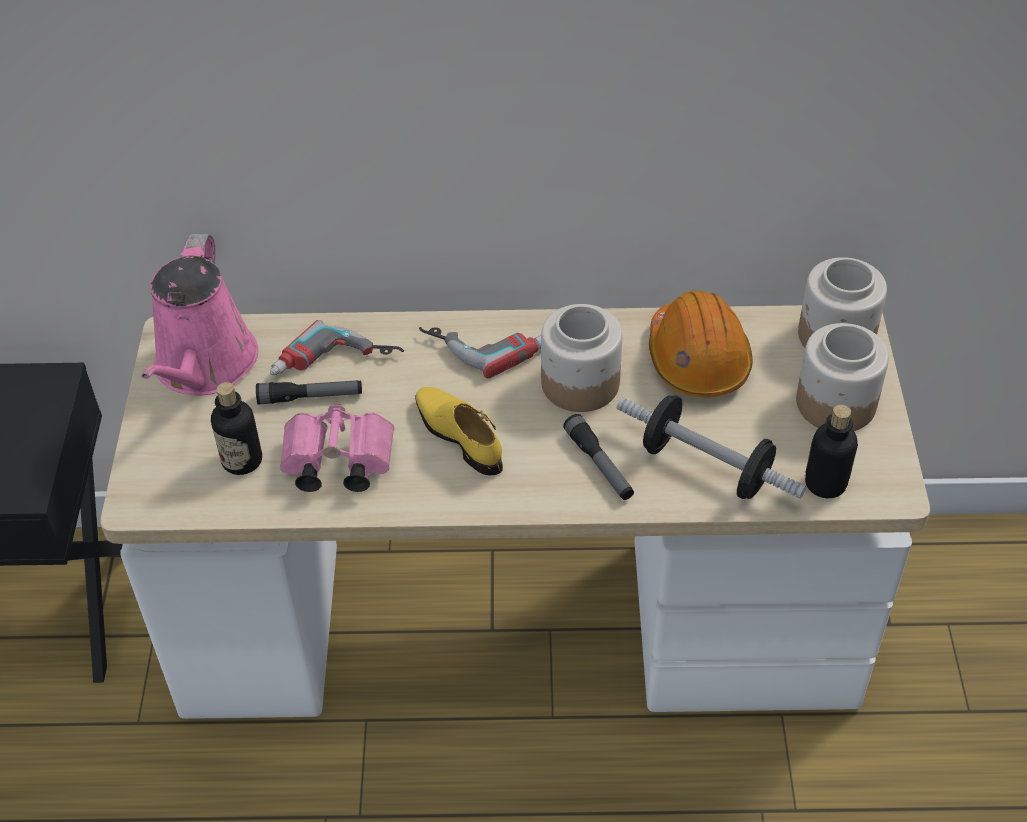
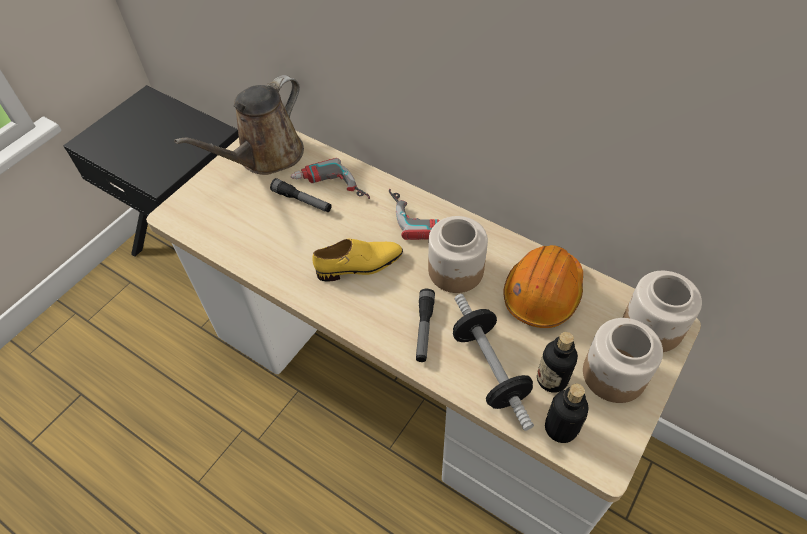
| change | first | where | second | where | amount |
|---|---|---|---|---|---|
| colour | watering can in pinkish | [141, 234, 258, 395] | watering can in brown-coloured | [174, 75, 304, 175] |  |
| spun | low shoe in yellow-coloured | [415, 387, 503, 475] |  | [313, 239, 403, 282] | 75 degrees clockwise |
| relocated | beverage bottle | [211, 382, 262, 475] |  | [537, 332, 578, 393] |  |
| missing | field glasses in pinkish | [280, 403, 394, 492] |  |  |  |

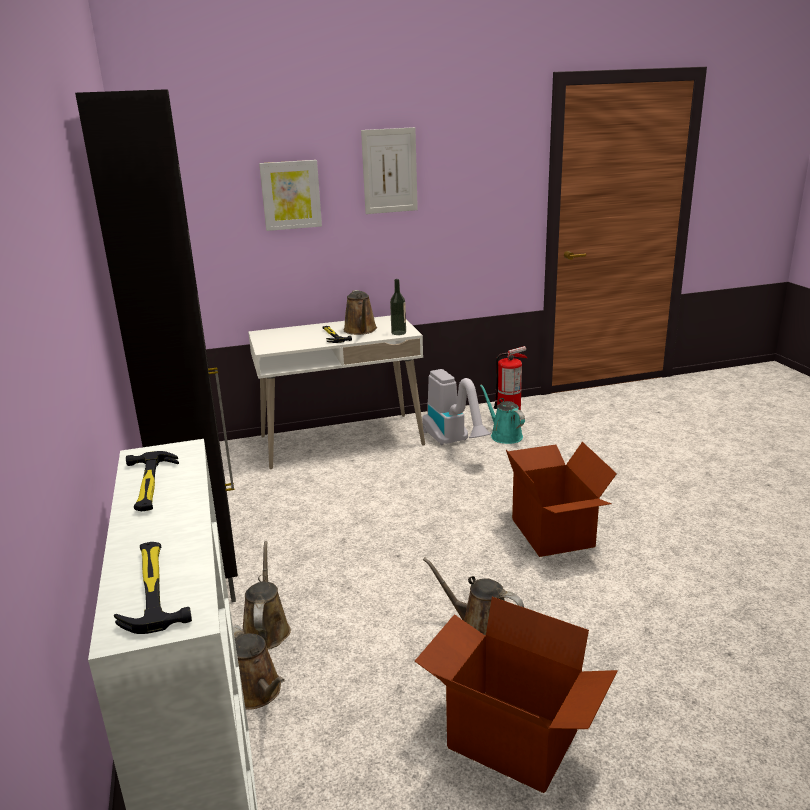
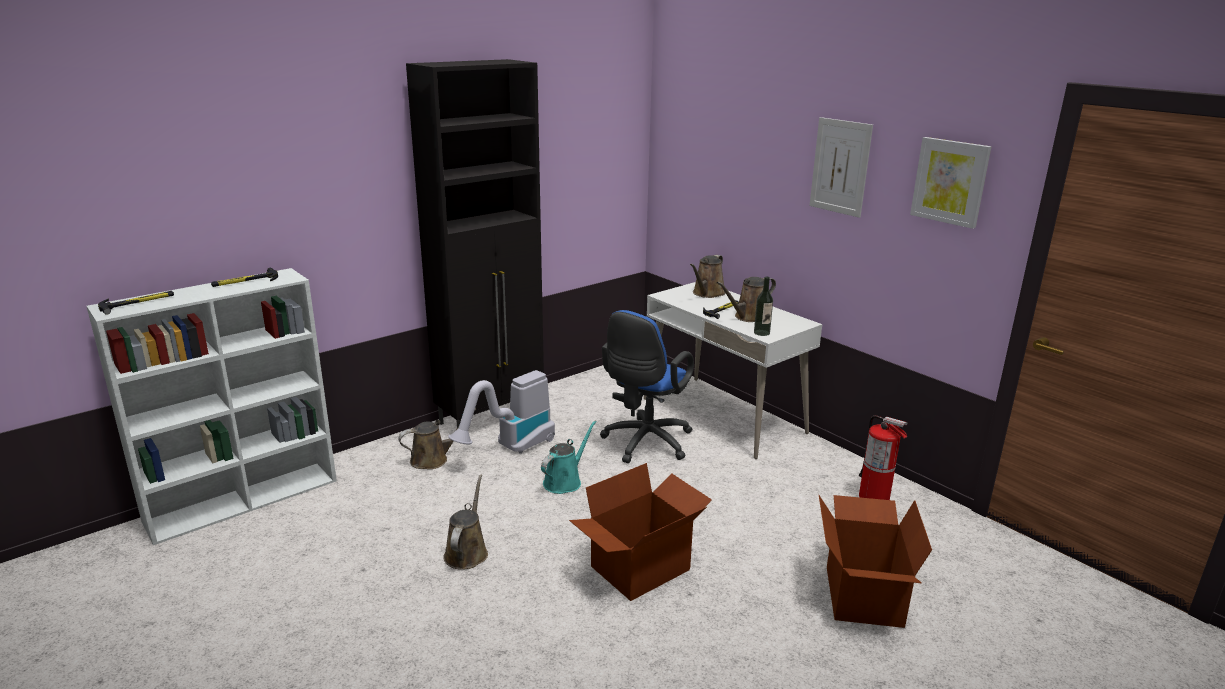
| change | first | where | second | where | amount |
|---|---|---|---|---|---|
| relocated | vacuum | [422, 369, 491, 446] |  | [448, 370, 555, 454] |  |
| relocated | watering can in turquoise-coloured | [480, 384, 525, 444] |  | [541, 420, 597, 494] |  |
| appeared |  |  | office chair in blue | [600, 310, 694, 463] |  |
| relocated | watering can in brown-coloured | [233, 625, 285, 710] |  | [690, 255, 726, 298] |  |
| relocated | packing box | [415, 597, 618, 793] |  | [819, 495, 932, 628] |  |
| relocated | wall art | [259, 160, 322, 231] |  | [910, 137, 991, 229] |  |

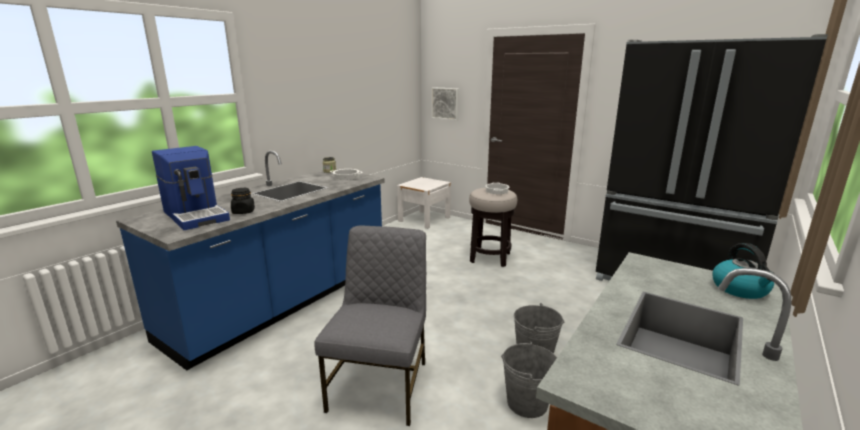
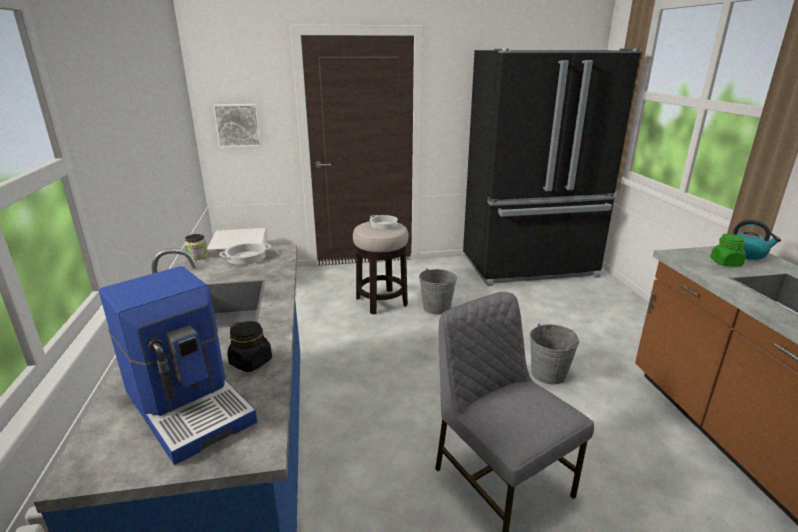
| change | first | where | second | where | amount |
|---|---|---|---|---|---|
| spun | coffee machine | [152, 146, 230, 230] |  | [98, 266, 257, 465] | 45 degrees clockwise |
| relocated | pail in grey | [501, 341, 557, 418] |  | [419, 268, 457, 314] |  |
| appeared |  |  | preserve jar in green | [710, 234, 746, 267] |  |

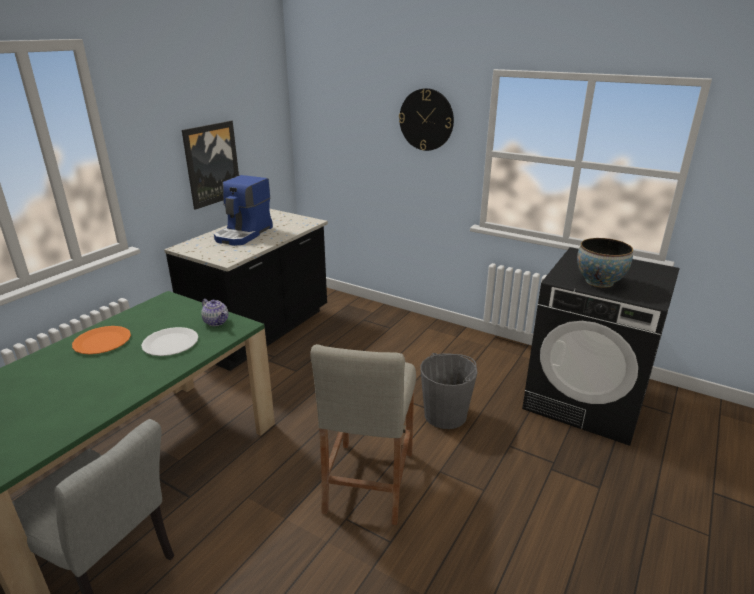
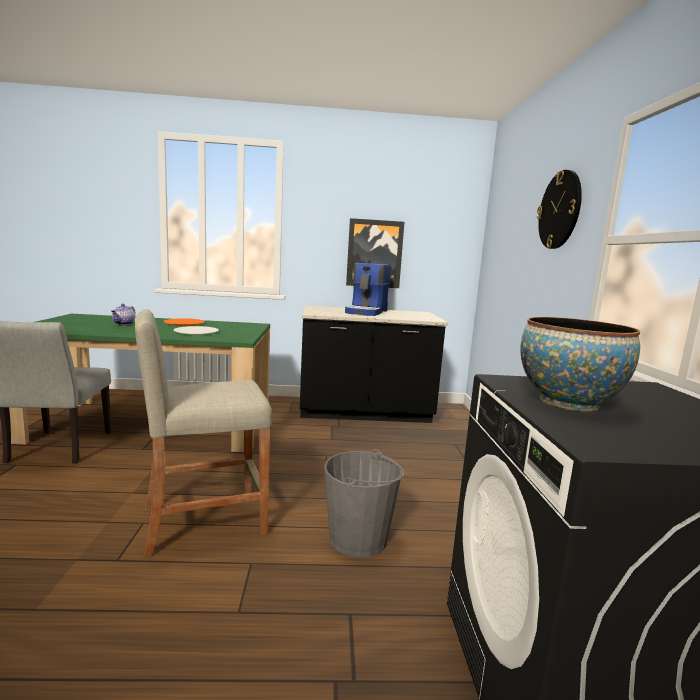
| change | first | where | second | where | amount |
|---|---|---|---|---|---|
| relocated | teapot | [201, 299, 228, 326] |  | [111, 304, 135, 325] |  |
| spun | coffee machine | [214, 175, 273, 246] |  | [345, 263, 390, 316] | 60 degrees counterclockwise |

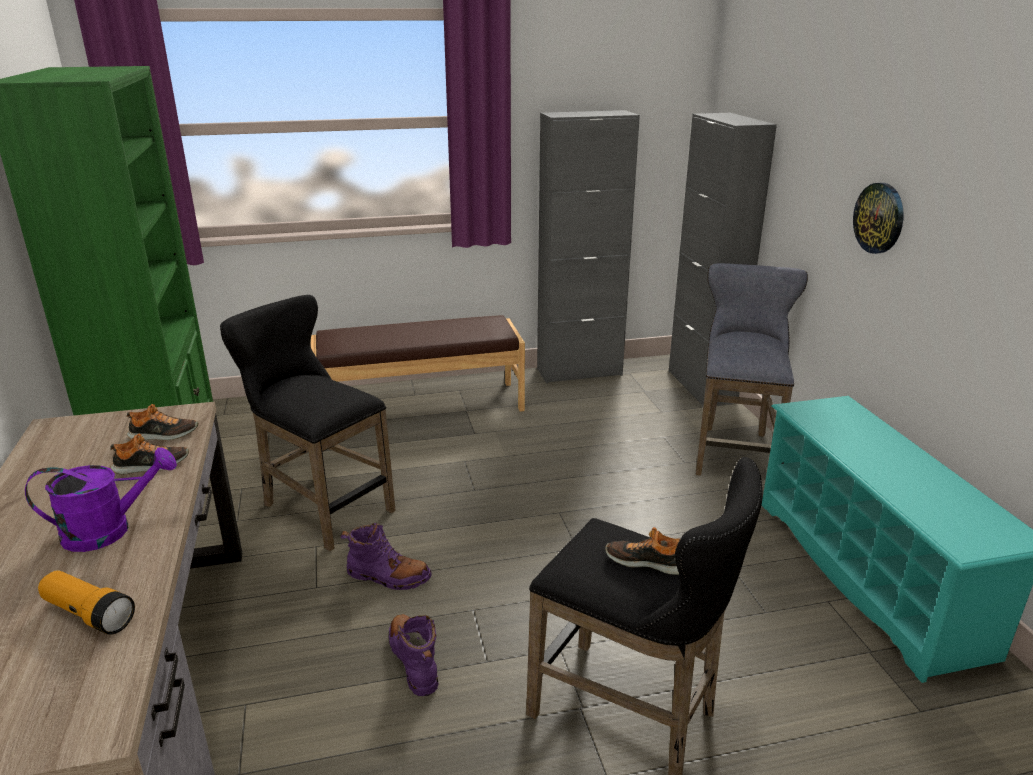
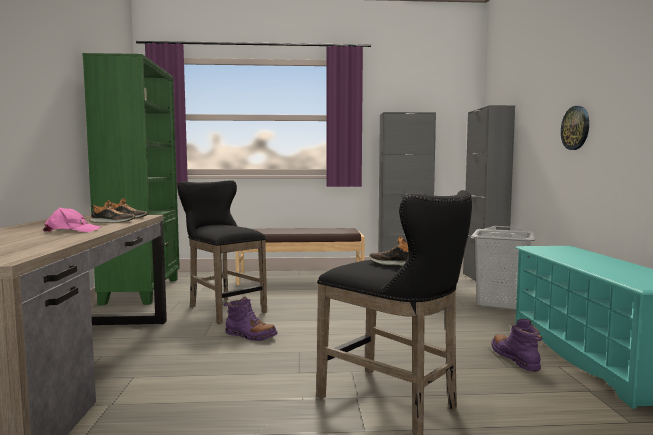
| change | first | where | second | where | amount |
|---|---|---|---|---|---|
| exchanged | watering can in purple | [25, 447, 177, 552] | baseball cap in pinkish | [43, 207, 101, 232] |  |
| exchanged | stool seat in grey | [696, 263, 808, 476] | laundry basket in grey | [471, 226, 535, 310] |  |
| relocated | boot in purple | [389, 614, 439, 696] |  | [491, 319, 543, 372] |  |
| missing | hand torch | [38, 570, 135, 634] |  |  |  |

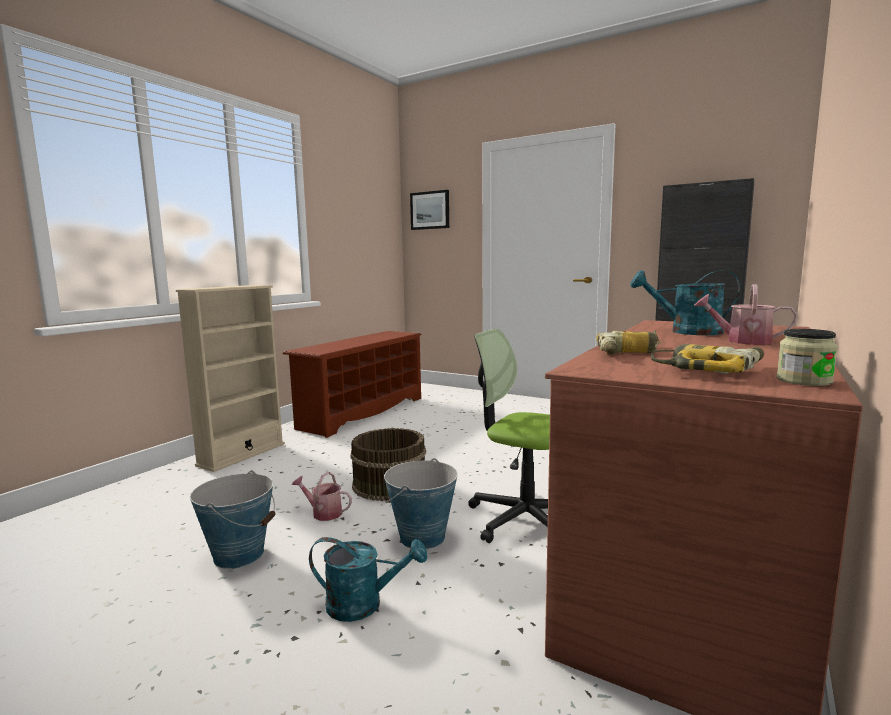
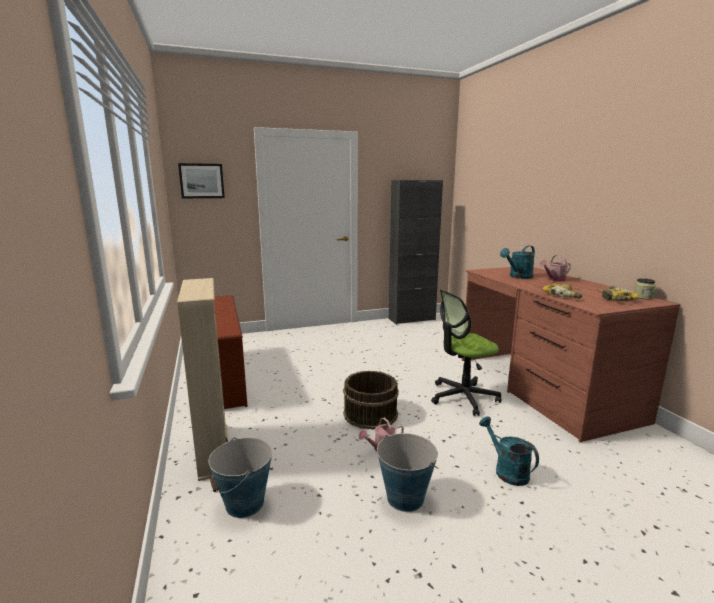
| change | first | where | second | where | amount |
|---|---|---|---|---|---|
| relocated | pail | [384, 458, 458, 549] |  | [208, 437, 272, 518] |  |
| spun | watering can in turquoise-coloured | [309, 537, 427, 622] |  | [479, 417, 539, 486] | 75 degrees counterclockwise |

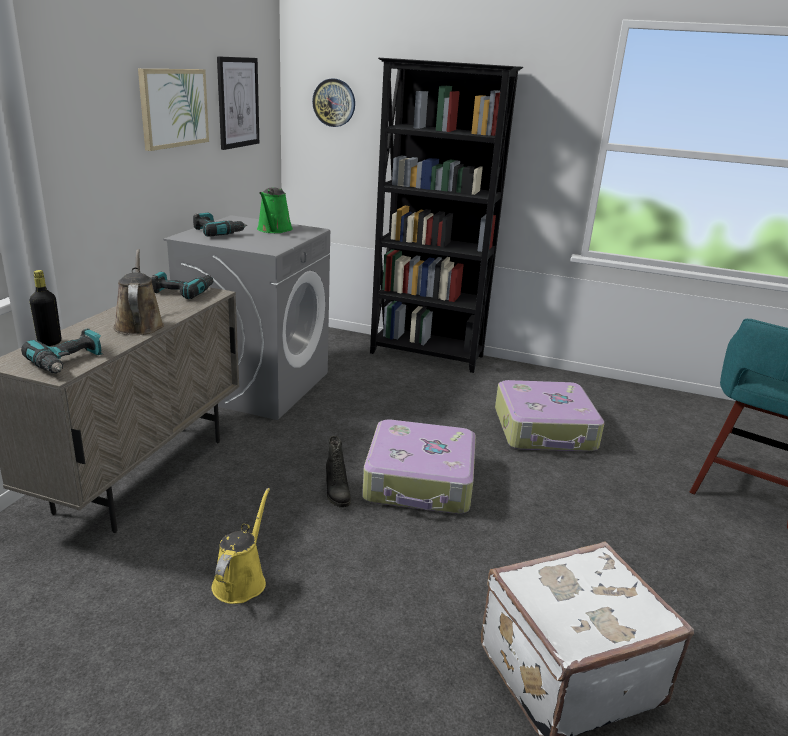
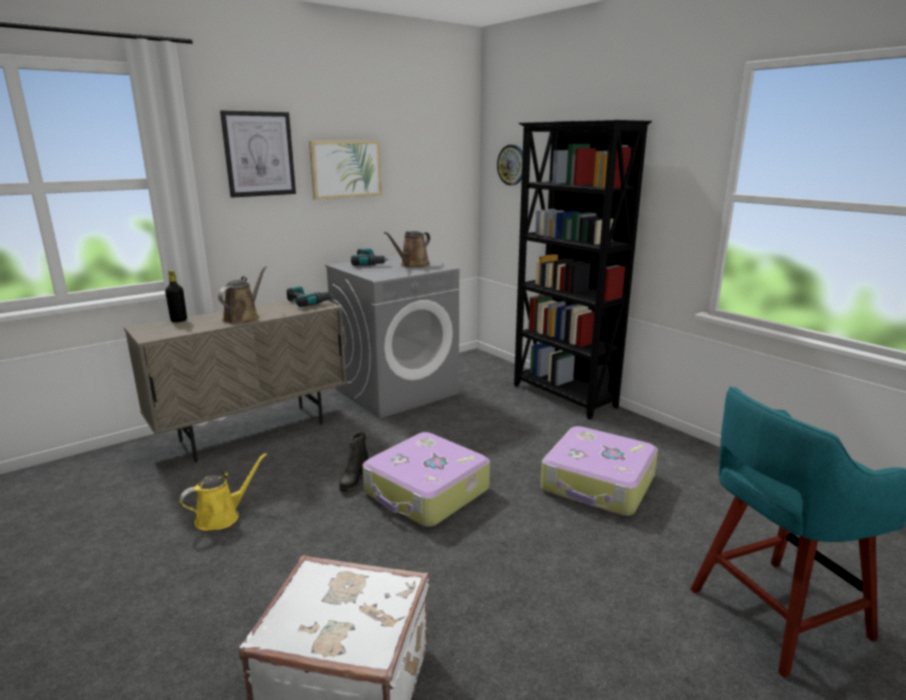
| change | first | where | second | where | amount |
|---|---|---|---|---|---|
| relocated | wall art | [217, 56, 259, 150] |  | [220, 110, 296, 198] |  |
| colour | watering can in green | [257, 188, 293, 233] | watering can in brown-coloured | [384, 231, 430, 268] |  |
| missing | power drill | [21, 328, 102, 374] |  |  |  |

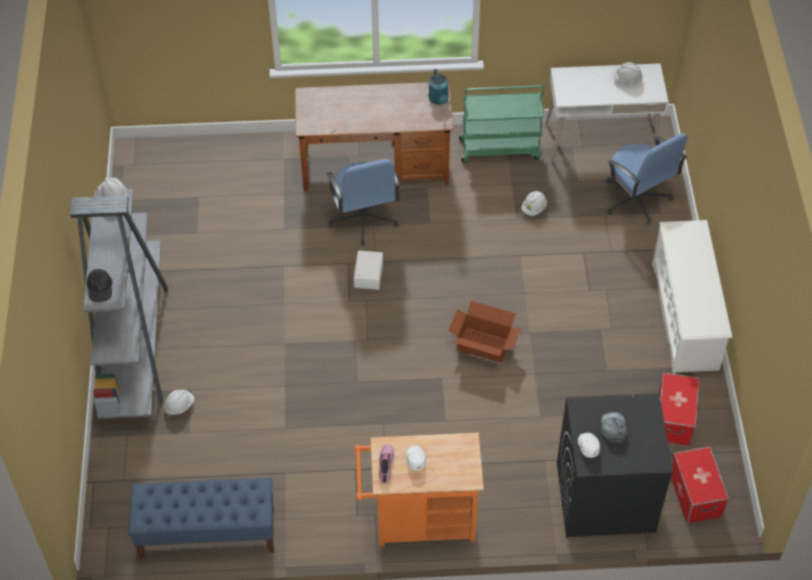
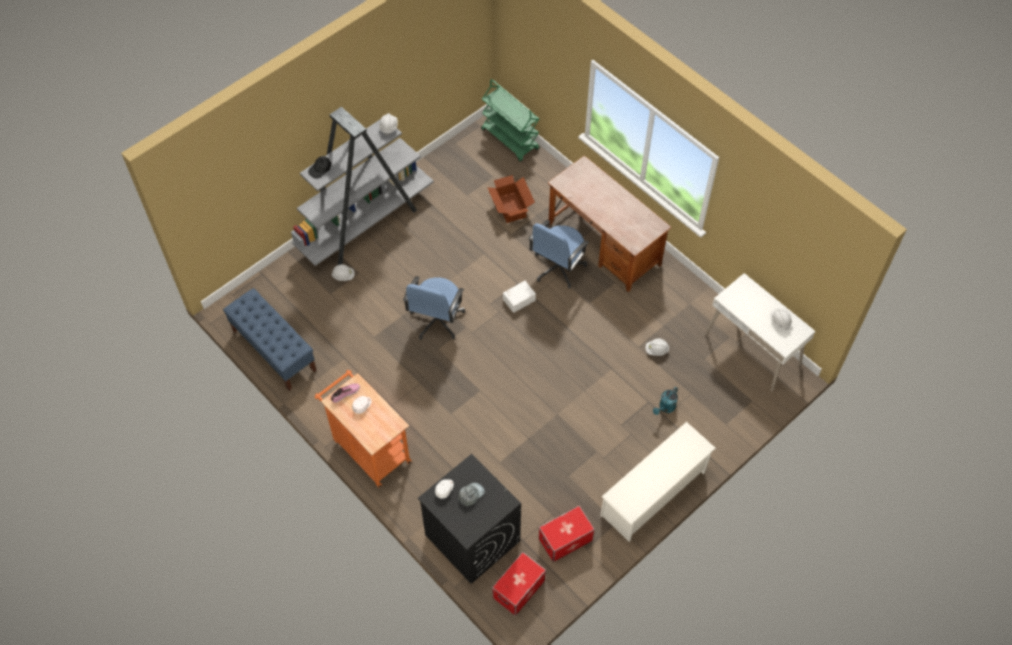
| change | first | where | second | where | amount |
|---|---|---|---|---|---|
| relocated | office chair in blue | [606, 133, 688, 225] |  | [403, 276, 465, 340] |  |
| relocated | wheeled cart in green | [459, 85, 544, 163] |  | [481, 79, 539, 162] |  |
| relocated | packing box | [448, 301, 521, 363] |  | [487, 175, 535, 223] |  |
| relocated | watering can in turquoise-coloured | [429, 69, 449, 105] |  | [653, 387, 678, 415] |  |

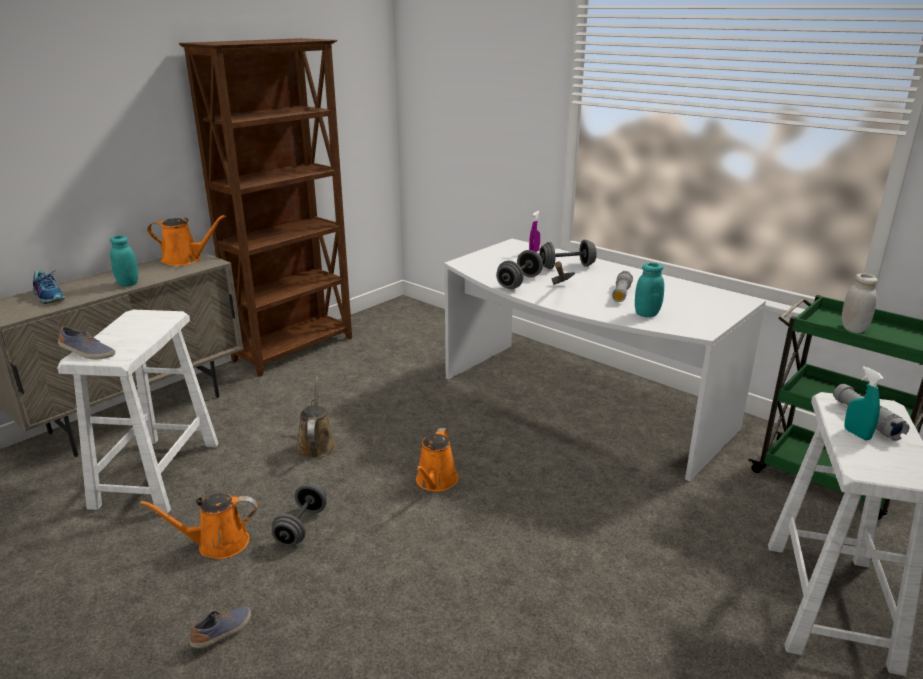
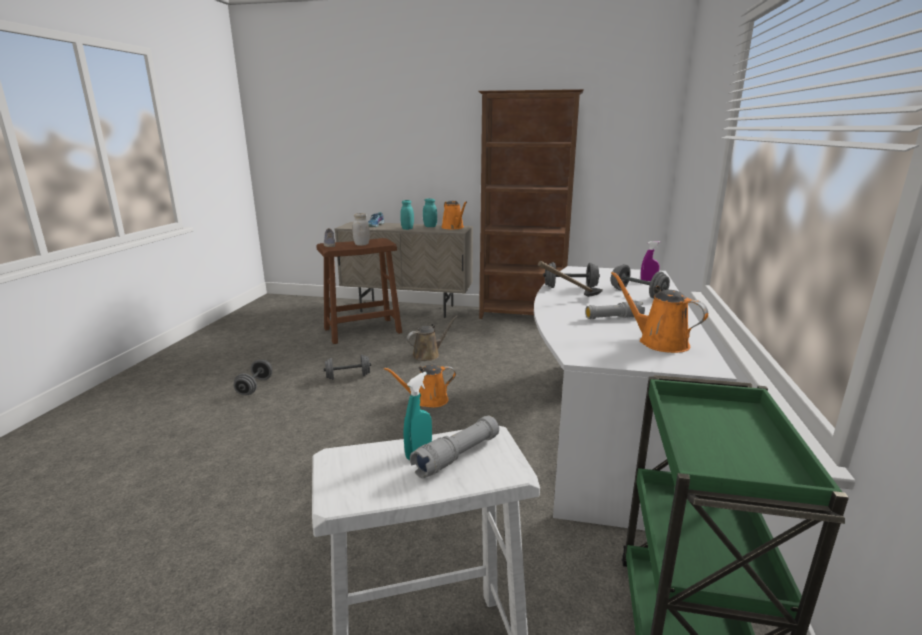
| change | first | where | second | where | amount |
|---|---|---|---|---|---|
| exchanged | low shoe | [190, 606, 252, 648] | dumbbell in grey | [233, 360, 272, 395] |  |
| colour | stool seat in white | [57, 310, 219, 514] | stool seat in brown-coloured | [316, 238, 402, 344] |  |
| relocated | preserve jar in white | [842, 273, 878, 333] |  | [352, 213, 370, 246] |  |
| relocated | preserve jar in turquoise-coloured | [635, 263, 664, 317] |  | [423, 198, 437, 227] |  |
| relocated | watering can in orangey | [140, 493, 257, 559] |  | [611, 271, 708, 353] |  |

